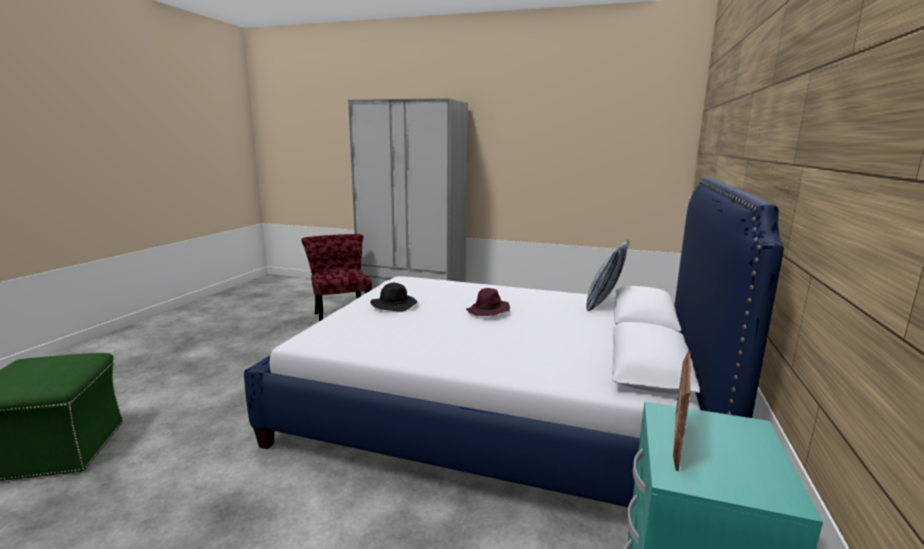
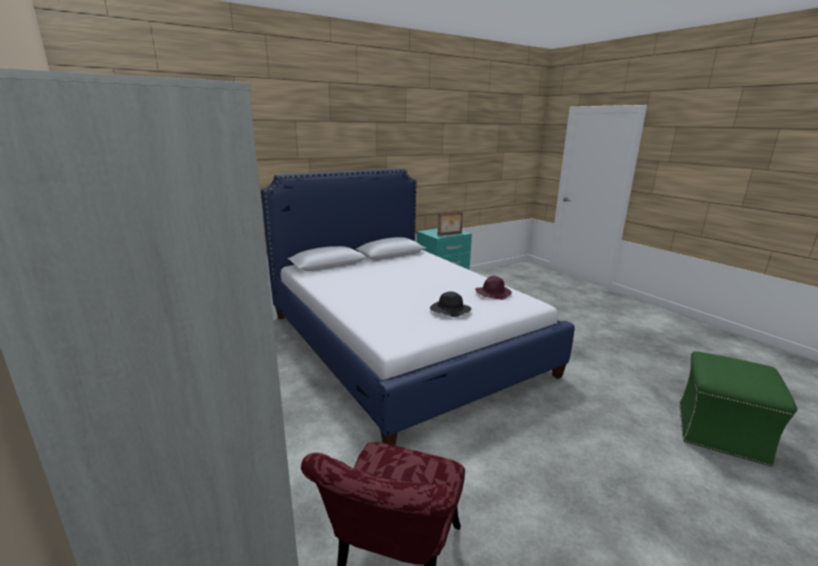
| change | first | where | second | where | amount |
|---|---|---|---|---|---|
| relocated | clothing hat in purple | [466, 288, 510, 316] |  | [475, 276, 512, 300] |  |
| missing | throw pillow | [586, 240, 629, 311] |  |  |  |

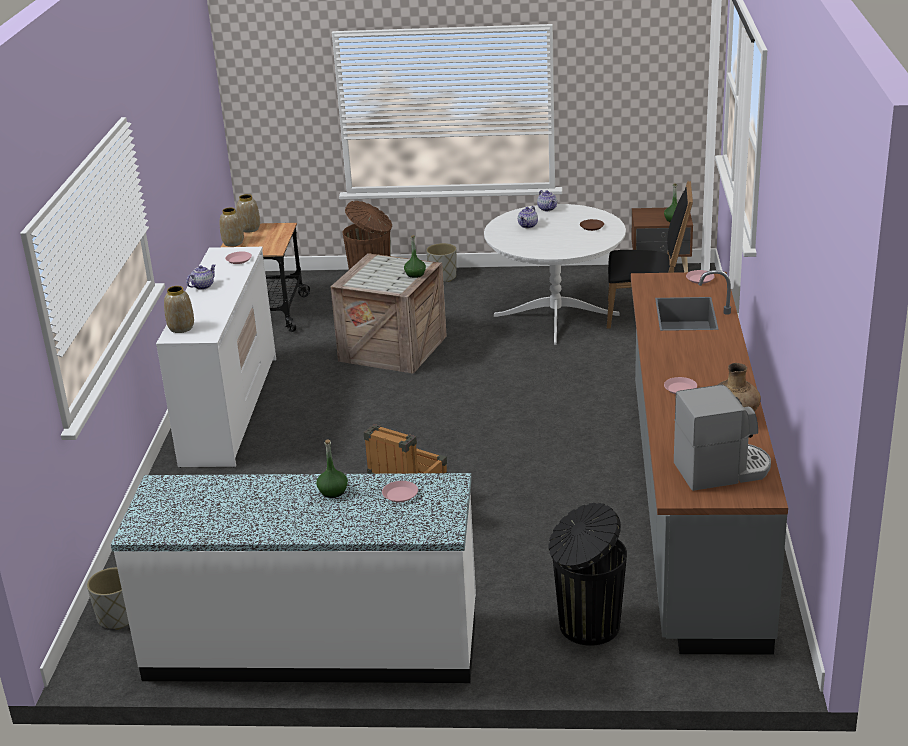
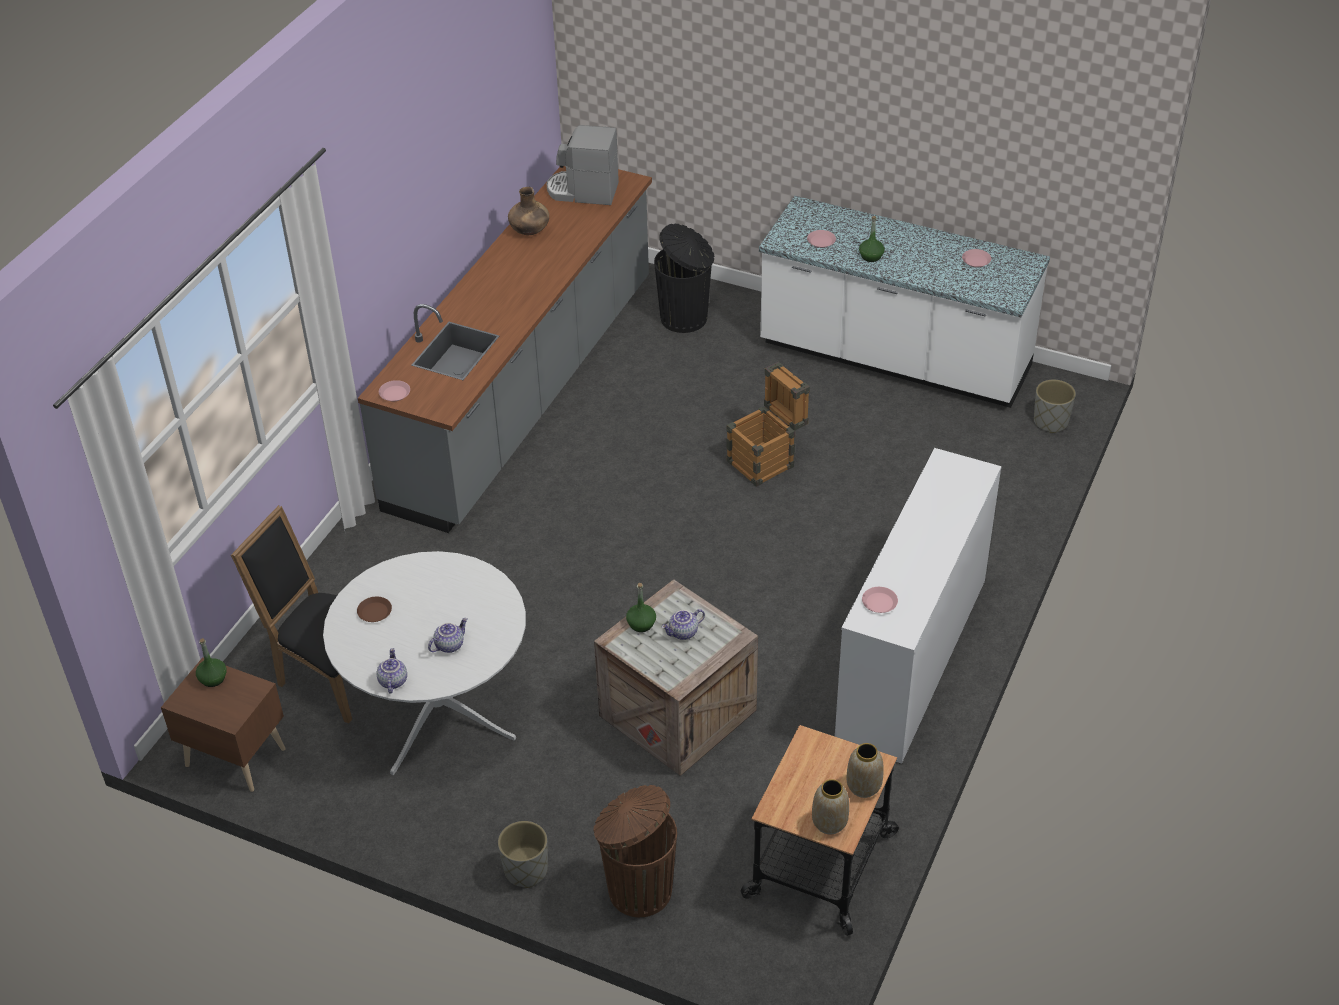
| change | first | where | second | where | amount |
|---|---|---|---|---|---|
| relocated | teapot | [186, 264, 216, 290] |  | [661, 609, 705, 640] |  |
| relocated | plate in pinkish | [664, 377, 697, 394] |  | [962, 249, 991, 267] |  |
| missing | vase | [164, 286, 194, 333] |  |  |  |

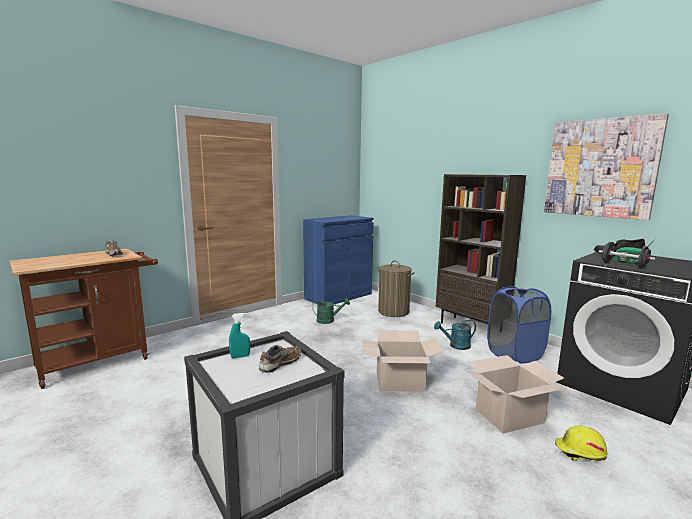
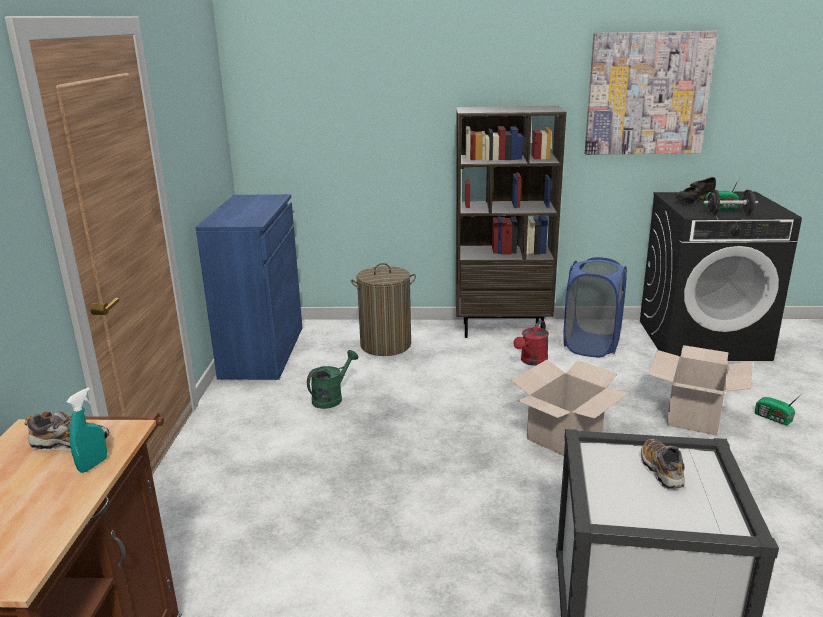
| change | first | where | second | where | amount |
|---|---|---|---|---|---|
| relocated | sprayer in turquoise-coloured | [229, 313, 250, 358] |  | [66, 387, 107, 473] |  |
| colour | watering can in turquoise-coloured | [434, 320, 476, 350] | watering can in red | [513, 320, 549, 366] |  |
| exchanged | safety helmet in yellow-coloured | [555, 426, 608, 461] | radio receiver | [755, 396, 799, 426] |  |

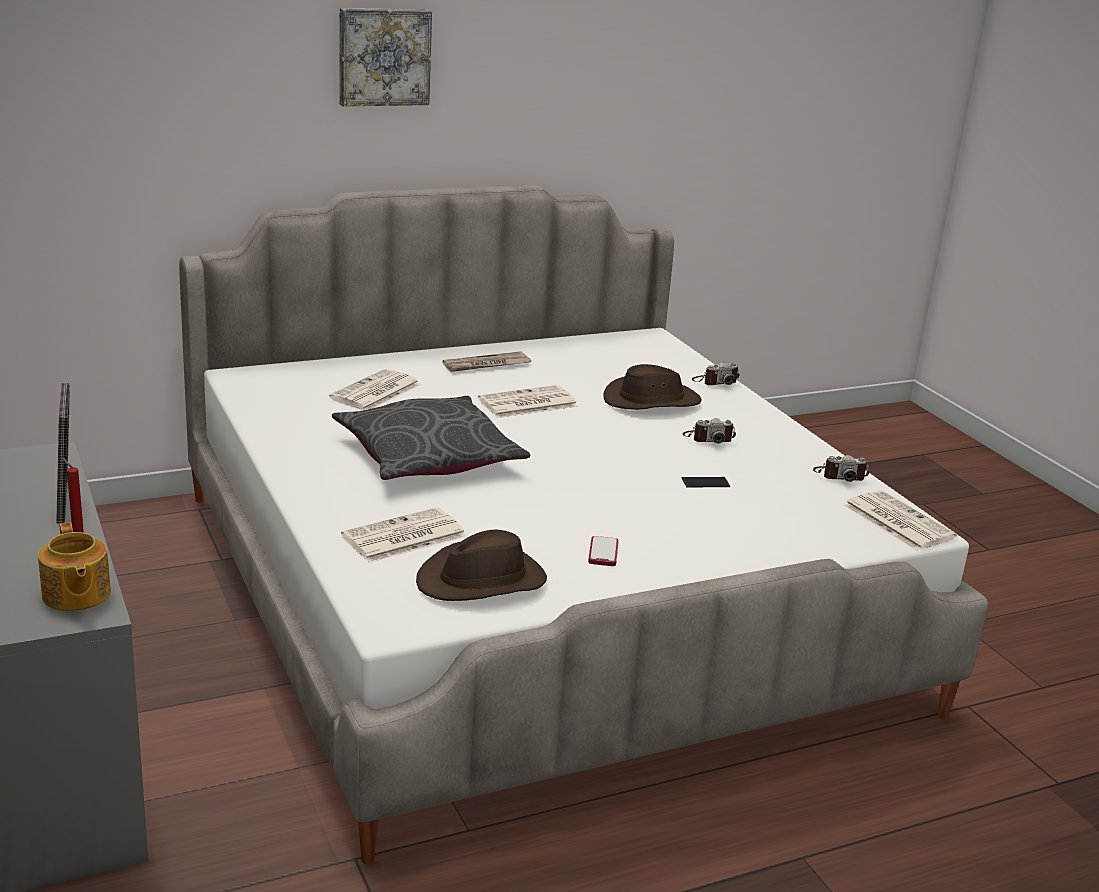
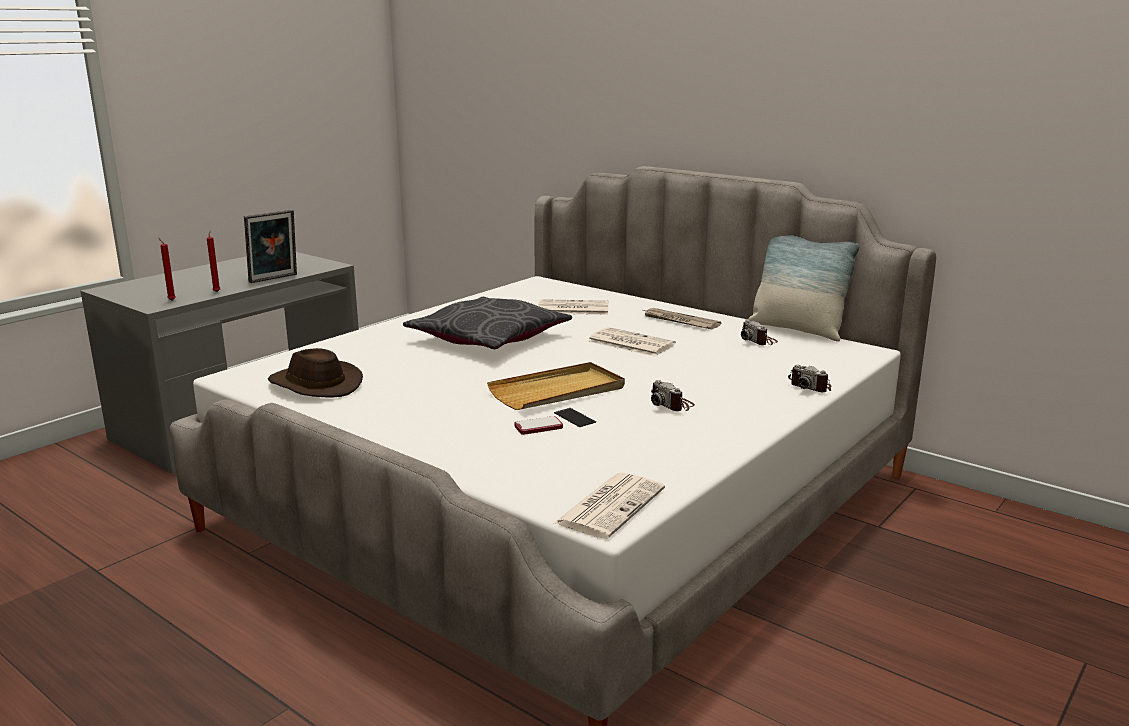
| change | first | where | second | where | amount |
|---|---|---|---|---|---|
| exchanged | teapot | [38, 522, 111, 611] | wax candle in red | [159, 238, 176, 301] |  |
| appeared |  |  | carrying tray in sand-coloured | [487, 362, 625, 410] |  |
| relocated | handset | [588, 536, 619, 566] |  | [514, 416, 563, 435] |  |
| relocated | photo camera | [813, 455, 869, 482] |  | [741, 320, 778, 345] |  |
| appeared |  |  | throw pillow | [748, 235, 859, 341] |  |
| missing | wall art | [339, 8, 432, 106] |  |  |  |
| missing | newspaper | [341, 508, 466, 563] |  |  |  |
| missing | clothing hat in brown-coloured | [603, 364, 702, 410] |  |  |  |

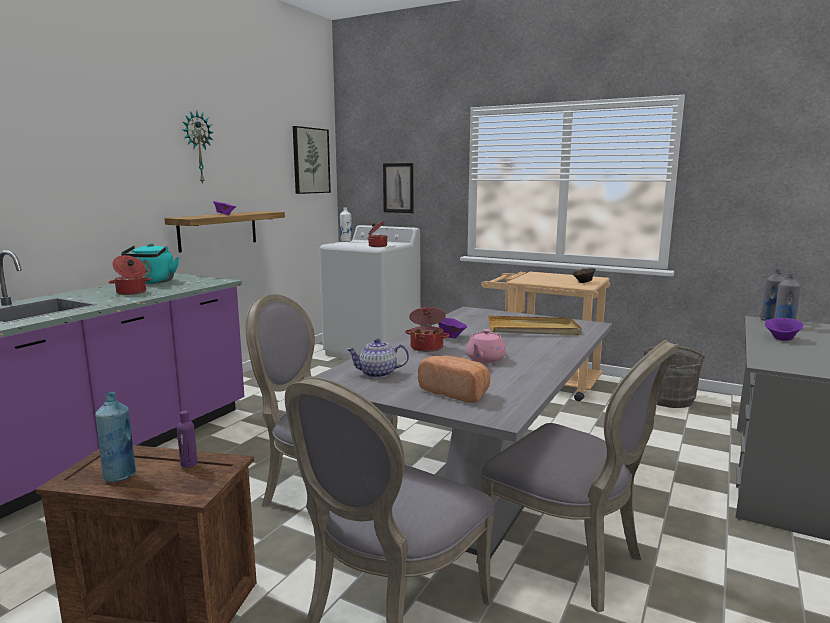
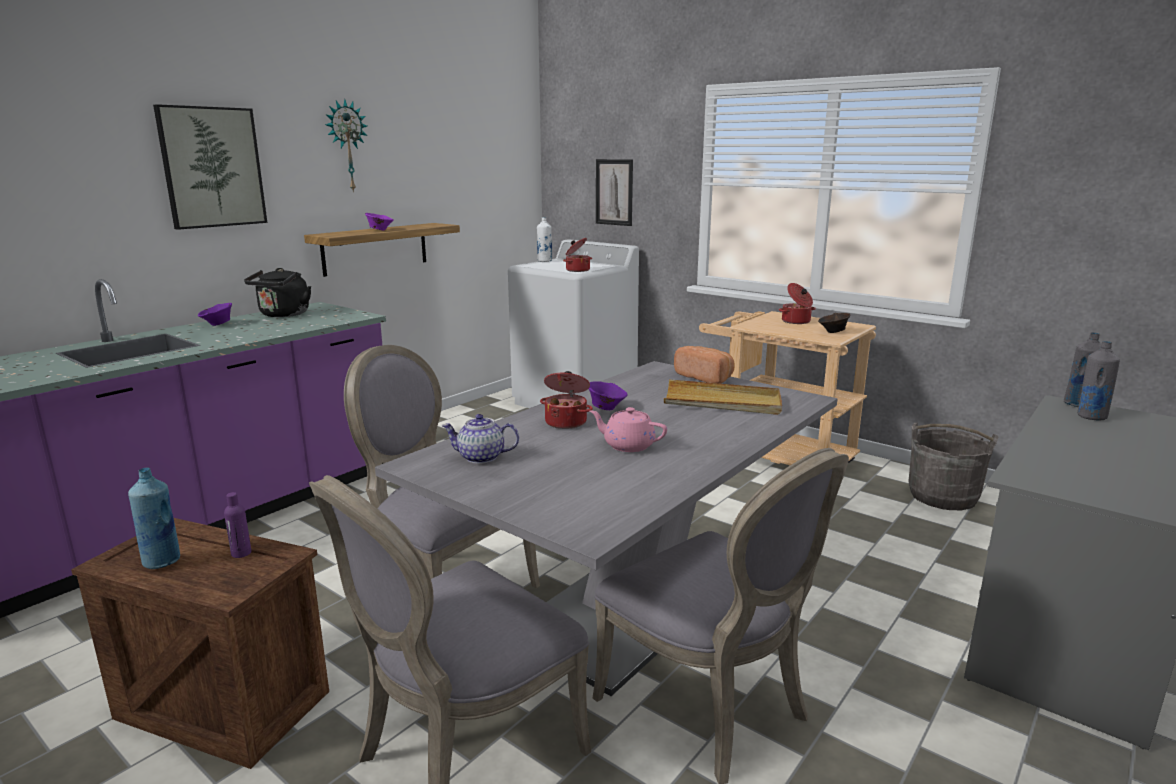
| change | first | where | second | where | amount |
|---|---|---|---|---|---|
| relocated | wall art | [293, 126, 331, 194] |  | [153, 104, 267, 230] |  |
| relocated | bowl in purple | [765, 318, 803, 341] |  | [198, 303, 232, 326] |  |
| colour | kettle in turquoise-coloured | [121, 243, 179, 284] | kettle in black-coloured | [244, 268, 311, 317] |  |
| spun | teapot in pinkish | [466, 329, 506, 363] |  | [590, 407, 667, 452] | 75 degrees clockwise |
| relocated | baked bread | [418, 355, 490, 403] |  | [674, 346, 735, 384] |  |
| relocated | stockpot | [108, 255, 152, 295] |  | [779, 283, 816, 324] |  |

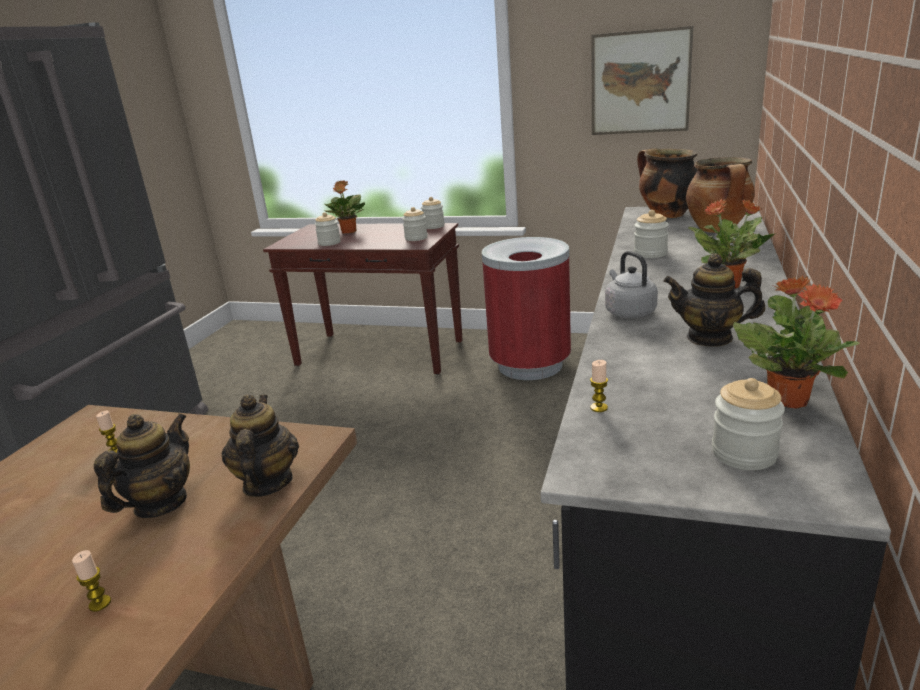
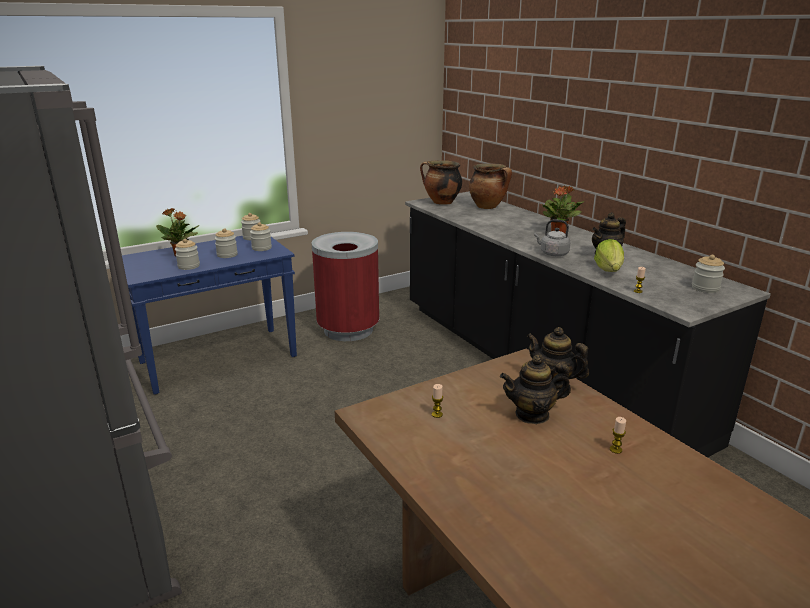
| change | first | where | second | where | amount |
|---|---|---|---|---|---|
| colour | hall table in brown-coloured | [263, 223, 463, 375] | hall table in blue | [122, 236, 297, 395] |  |
| relocated | preserve jar | [634, 210, 669, 258] |  | [215, 228, 238, 258] |  |
| spun | teapot | [94, 413, 190, 518] |  | [500, 355, 571, 424] | 75 degrees counterclockwise |
| appeared |  |  | lettuce | [594, 239, 624, 272] |  |
| missing | wall art | [591, 26, 693, 135] |  |  |  |
| missing | plant in a pot | [733, 276, 860, 408] |  |  |  |

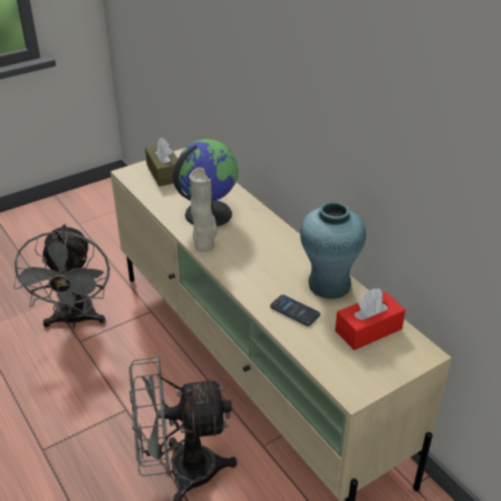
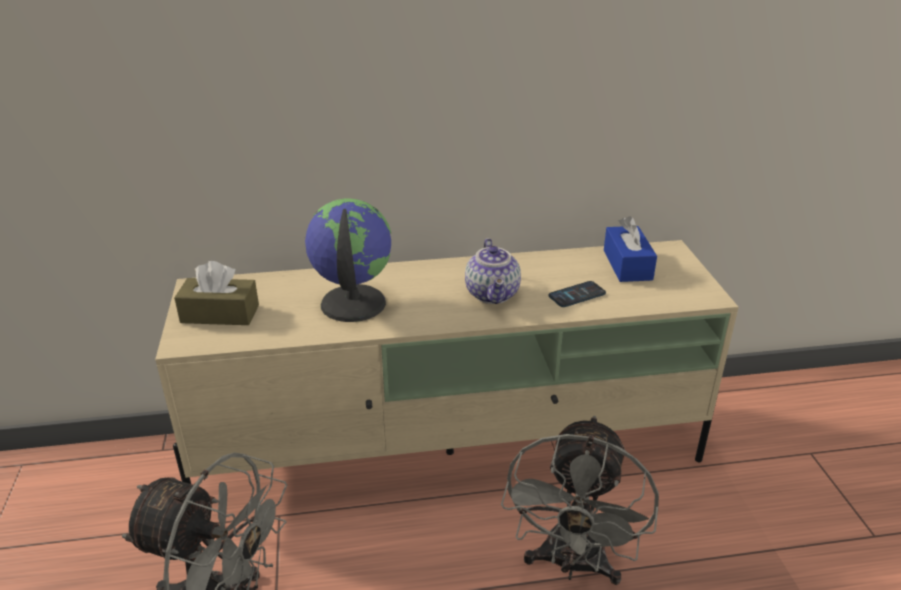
| change | first | where | second | where | amount |
|---|---|---|---|---|---|
| appeared |  |  | teapot | [465, 238, 521, 304] |  |
| colour | tissue box in red | [335, 289, 405, 350] | tissue box in blue | [604, 216, 657, 282] |  |
| missing | vase in sand-coloured | [189, 167, 218, 252] |  |  |  |
| missing | vase in turquoise-coloured | [300, 201, 366, 299] |  |  |  |

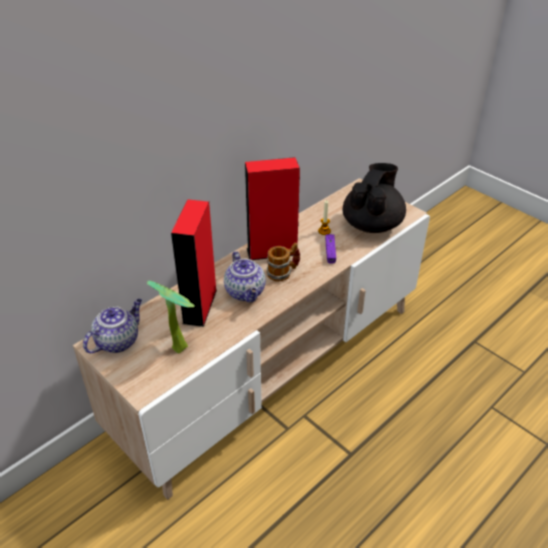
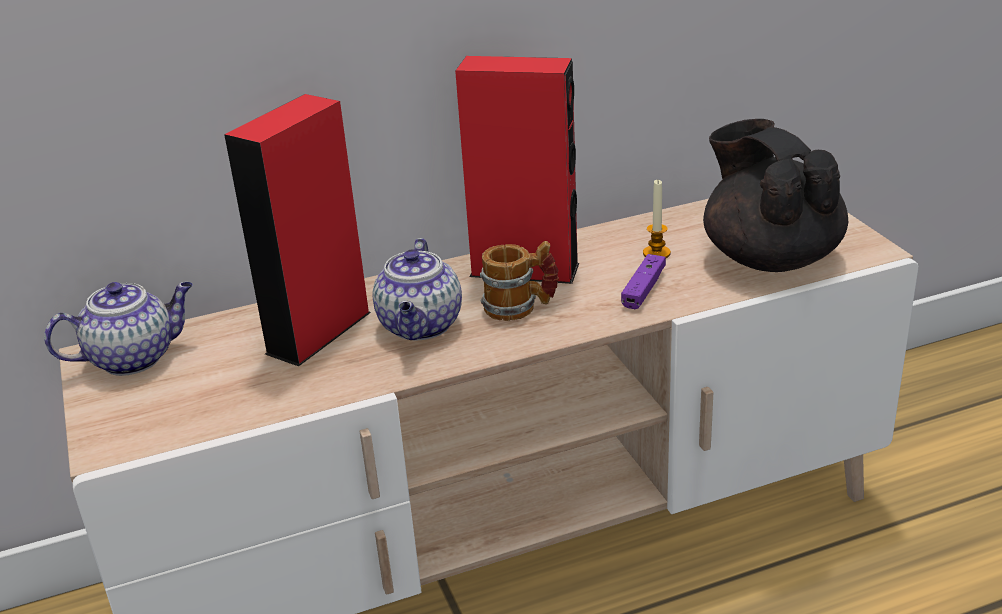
| change | first | where | second | where | amount |
|---|---|---|---|---|---|
| spun | teapot in black-coloured | [342, 163, 406, 233] |  | [703, 119, 848, 272] | 75 degrees counterclockwise |
| missing | plant in a pot | [147, 281, 195, 353] |  |  |  |

